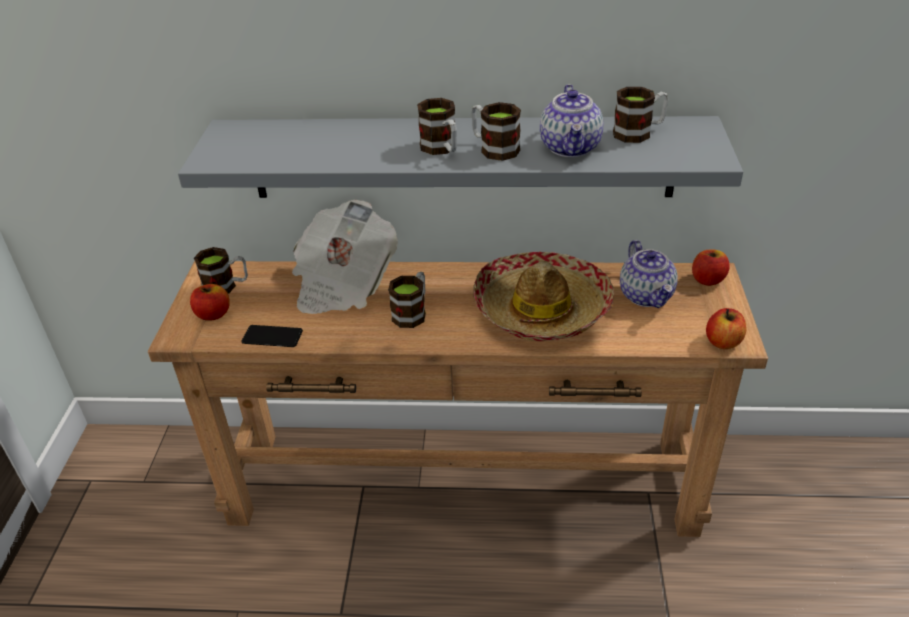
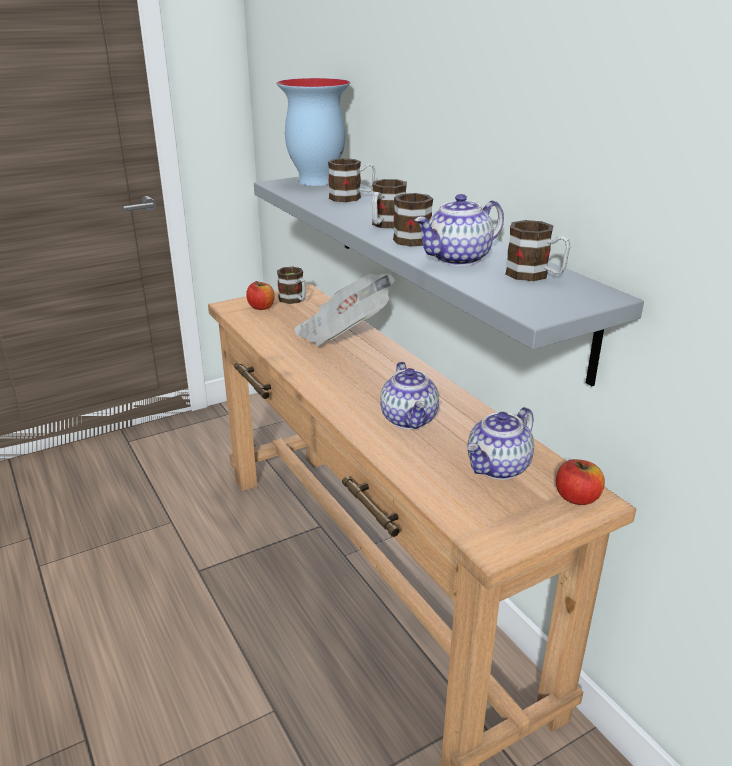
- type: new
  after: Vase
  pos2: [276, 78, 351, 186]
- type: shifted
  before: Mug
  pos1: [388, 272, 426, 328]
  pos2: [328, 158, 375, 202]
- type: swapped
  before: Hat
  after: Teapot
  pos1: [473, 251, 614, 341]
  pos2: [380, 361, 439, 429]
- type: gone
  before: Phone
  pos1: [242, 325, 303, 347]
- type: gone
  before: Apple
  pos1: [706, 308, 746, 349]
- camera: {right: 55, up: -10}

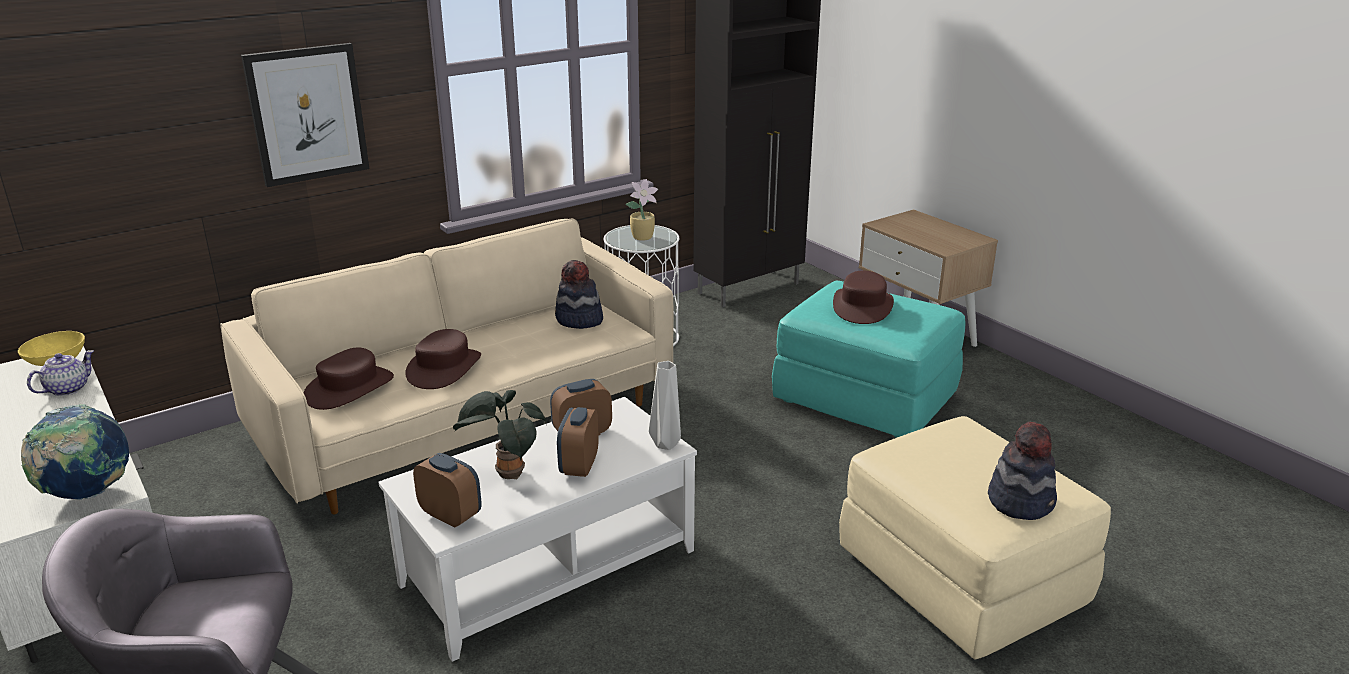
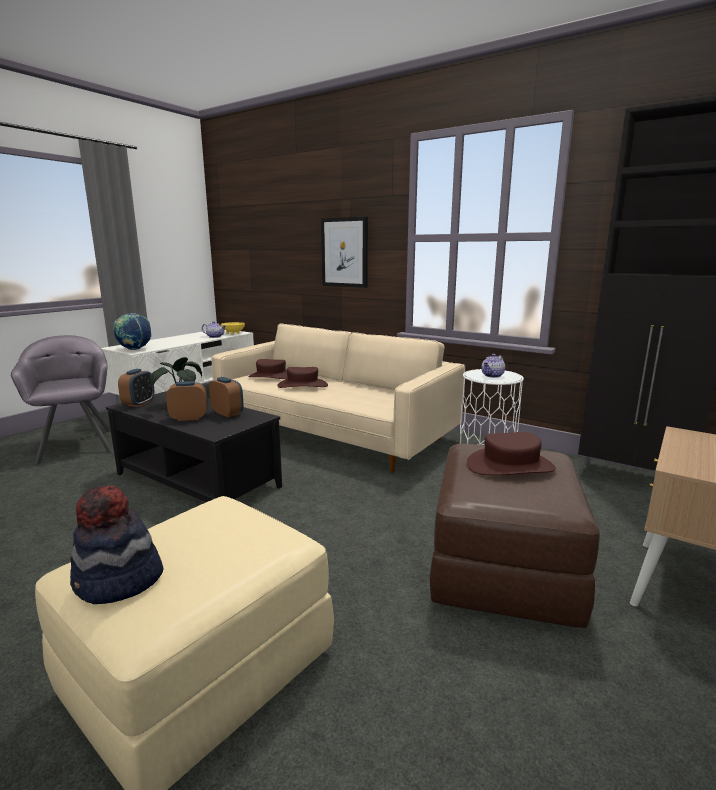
- type: repainted
  before: WhiteCoffeeTable
  after: BlackCoffeeTable
  pos1: [378, 397, 697, 662]
  pos2: [106, 391, 282, 502]
- type: repainted
  before: TurquoiseOttoman
  after: BrownOttoman
  pos1: [772, 280, 965, 438]
  pos2: [430, 444, 600, 628]
- type: swapped
  before: PottedPlant
  after: Teapot
  pos1: [626, 179, 658, 241]
  pos2: [481, 354, 505, 378]
- type: gone
  before: Hat
  pos1: [555, 260, 603, 329]
- type: gone
  before: GreyVase
  pos1: [649, 361, 681, 450]
- camera: {right: 70, up: -10}

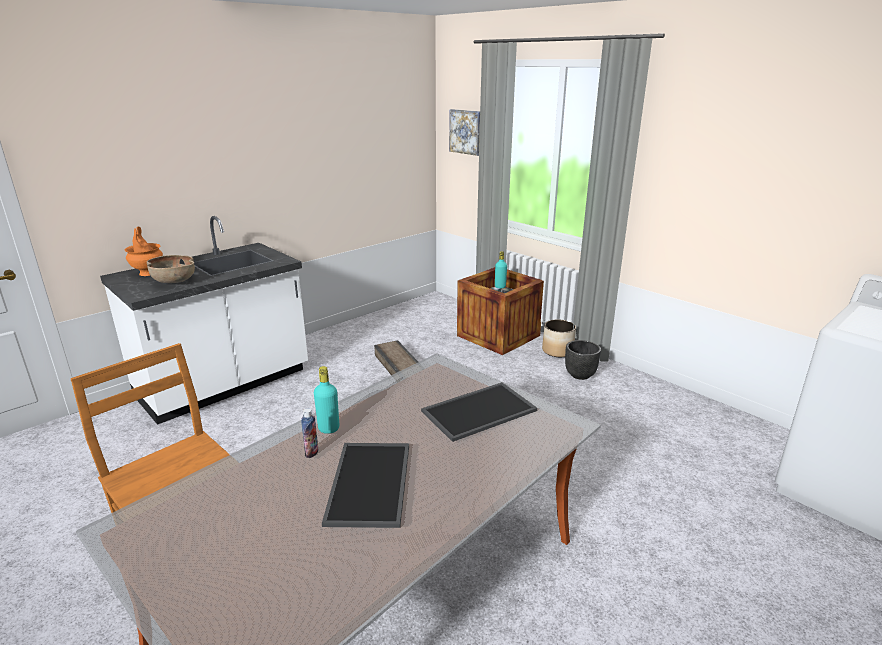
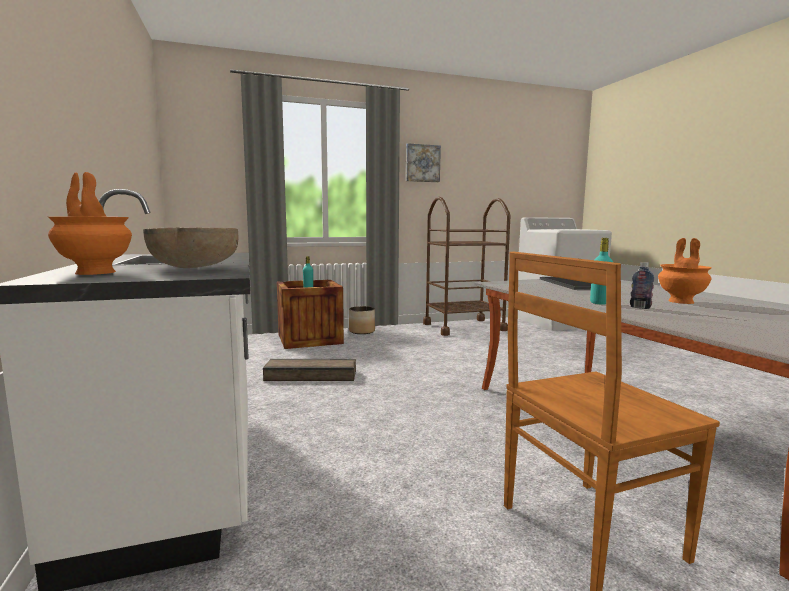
- type: shifted
  before: Picture
  pos1: [449, 109, 480, 156]
  pos2: [406, 143, 441, 182]
- type: new
  after: BrownCart
  pos2: [423, 197, 511, 336]
- type: swapped
  before: Tray
  after: OrangeVase
  pos1: [322, 443, 409, 528]
  pos2: [658, 238, 712, 304]
- type: gone
  before: BlackPlanter
  pos1: [565, 340, 601, 380]
- camera: {right: -65, up: -15}

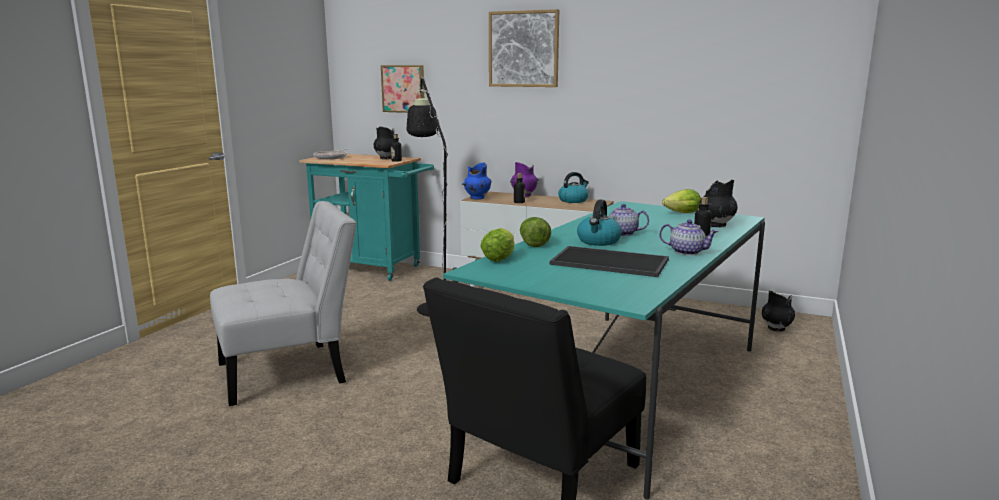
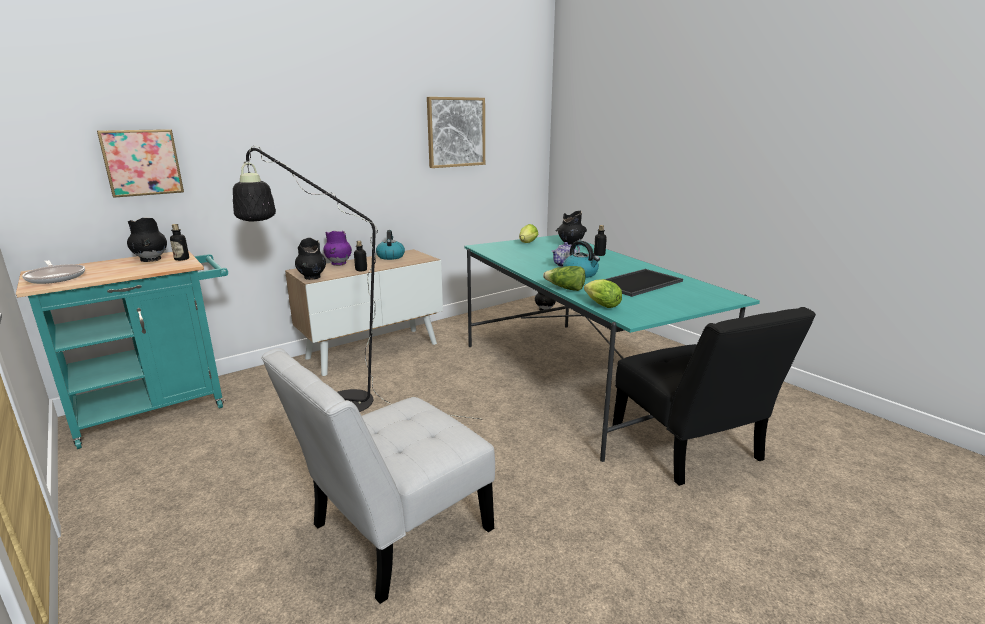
- type: rotated
  before: WhiteChair
  pos1: [210, 201, 357, 406]
  pos2: [261, 348, 495, 604]
  turn: -135
- type: repainted
  before: BlueVase
  after: BlackVase
  pos1: [462, 162, 492, 200]
  pos2: [295, 238, 326, 280]
- type: shifted
  before: Picture
  pos1: [489, 9, 559, 87]
  pos2: [427, 97, 485, 168]
- type: gone
  before: Teapot
  pos1: [659, 219, 719, 255]
- camera: {right: -60, up: 5}

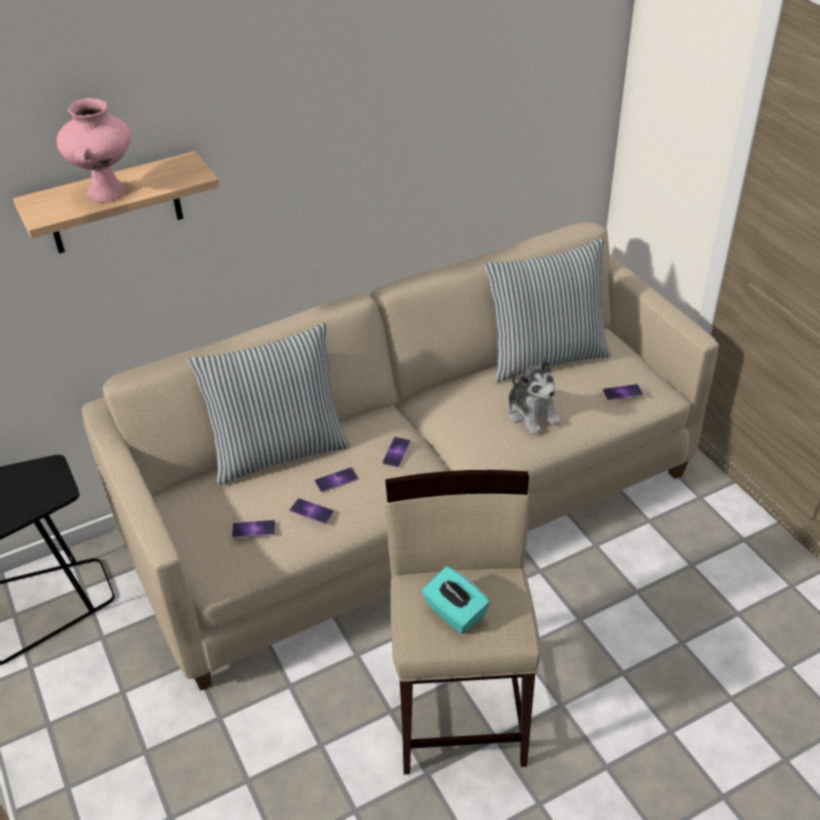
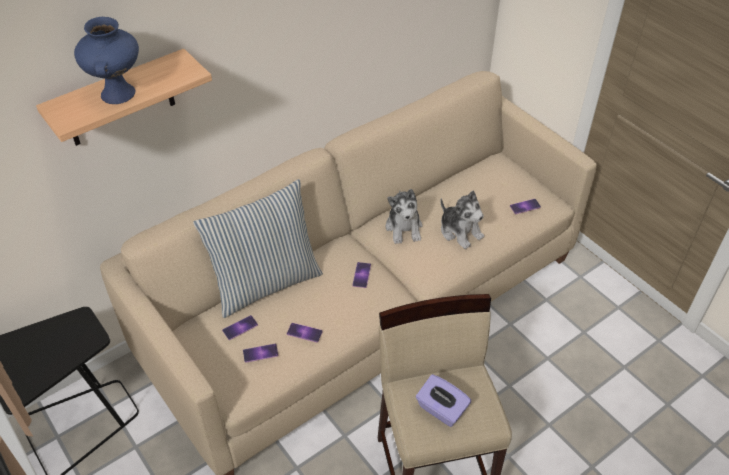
- type: repainted
  before: PinkVase
  after: BlueVase
  pos1: [57, 98, 131, 203]
  pos2: [74, 17, 139, 104]
- type: shifted
  before: Phone
  pos1: [315, 467, 358, 492]
  pos2: [222, 315, 258, 340]
- type: new
  after: PlushToy
  pos2: [386, 189, 423, 244]
- type: repainted
  before: TurquoiseTissueBox
  after: PurpleTissueBox
  pos1: [422, 566, 490, 634]
  pos2: [416, 374, 471, 427]
- type: gone
  before: Pillow
  pos1: [485, 238, 611, 382]
- camera: {right: -10, up: 5}

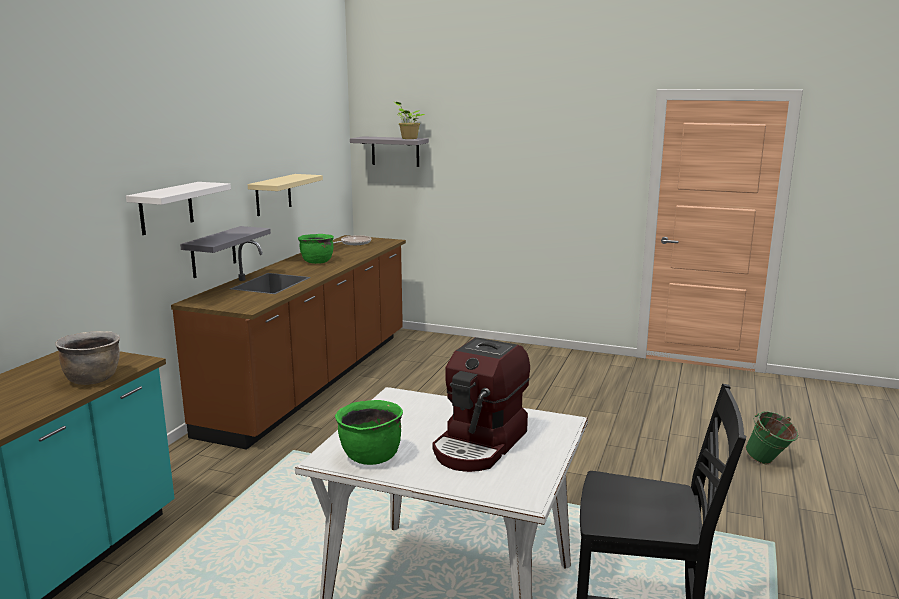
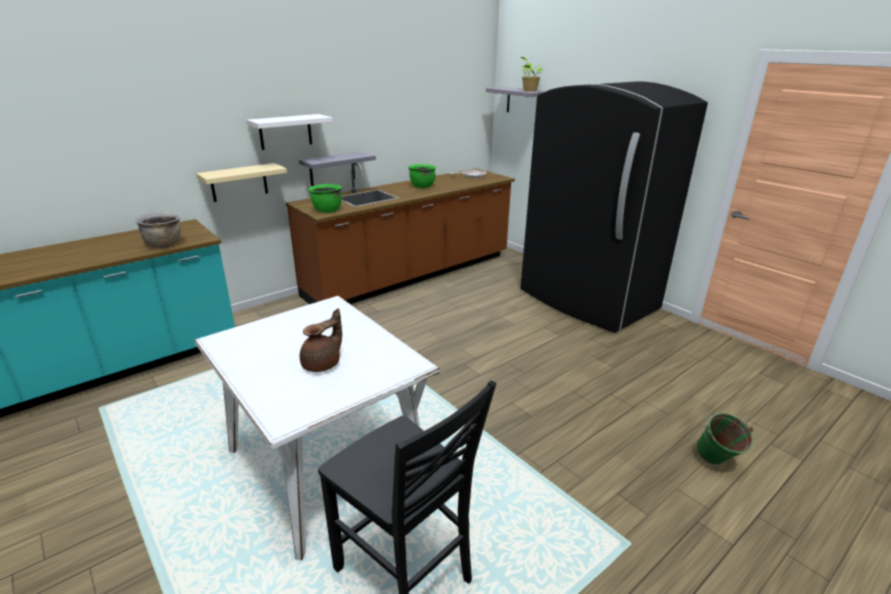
- type: shifted
  before: BeigeShelf
  pos1: [248, 174, 323, 216]
  pos2: [196, 163, 287, 202]
- type: swapped
  before: CoffeeMachine
  after: BrownTeapot
  pos1: [432, 337, 530, 472]
  pos2: [300, 308, 342, 372]
- type: shifted
  before: GreenCookingPot
  pos1: [335, 400, 403, 465]
  pos2: [309, 184, 342, 213]
- type: new
  after: BlackFridge
  pos2: [521, 82, 708, 333]
- camera: {right: 30, up: 10}

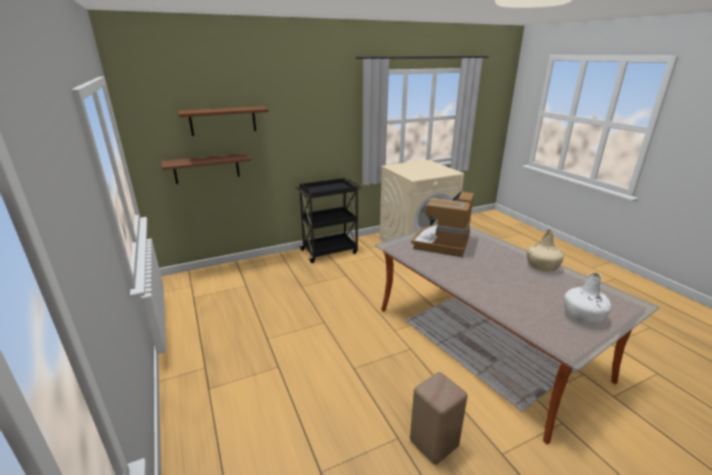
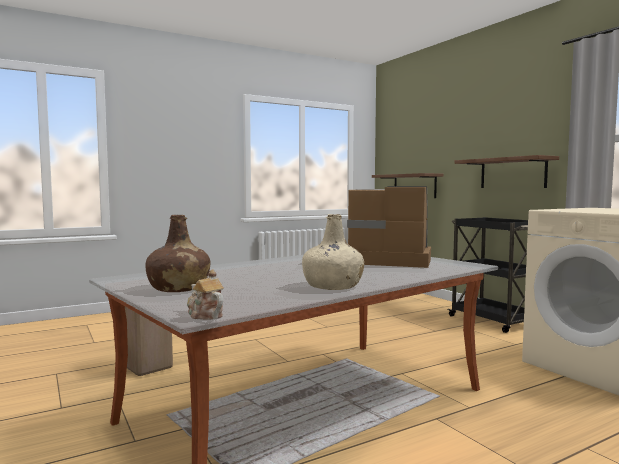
- type: repainted
  before: WhiteBottle
  after: BrownBottle
  pos1: [564, 272, 611, 325]
  pos2: [145, 215, 211, 292]
- type: new
  after: Teapot
  pos2: [187, 269, 224, 320]
- type: shifted
  before: BrownShelf
  pos1: [177, 106, 269, 136]
  pos2: [454, 155, 559, 188]
- camera: {right: 85, up: -20}

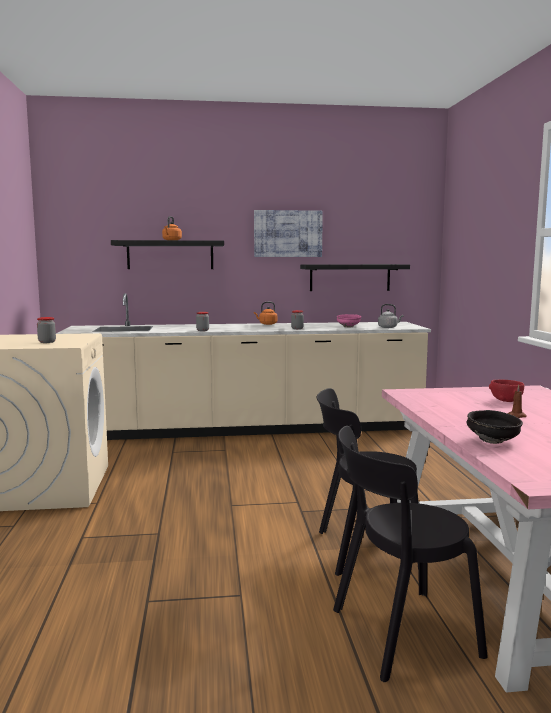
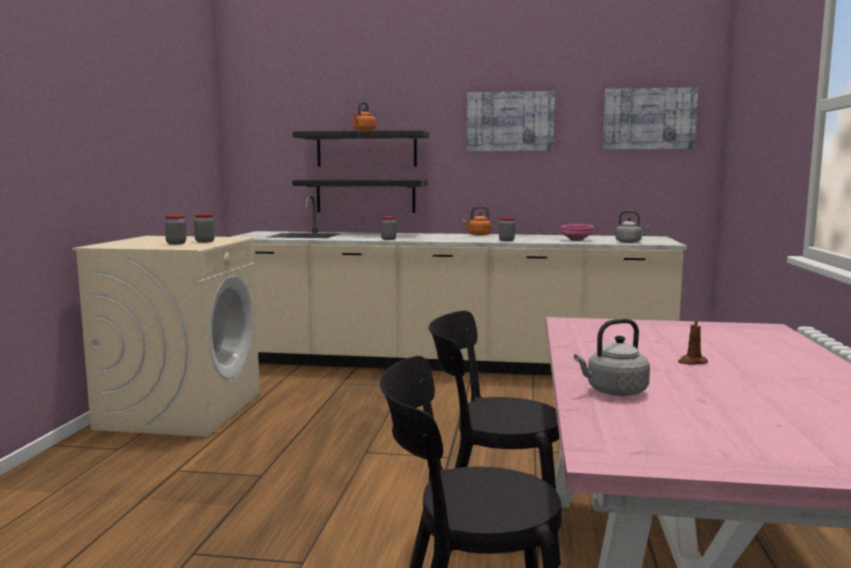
- type: new
  after: Jar
  pos2: [194, 214, 215, 243]
- type: shifted
  before: BlackShelf
  pos1: [300, 264, 410, 291]
  pos2: [293, 180, 427, 213]
- type: swapped
  before: BlackBowl
  after: GreyKettle
  pos1: [466, 410, 523, 444]
  pos2: [574, 319, 650, 396]
- type: new
  after: Picture
  pos2: [603, 87, 698, 149]
- type: gone
  before: RedBowl
  pos1: [489, 380, 524, 402]
- camera: {right: 15, up: 0}

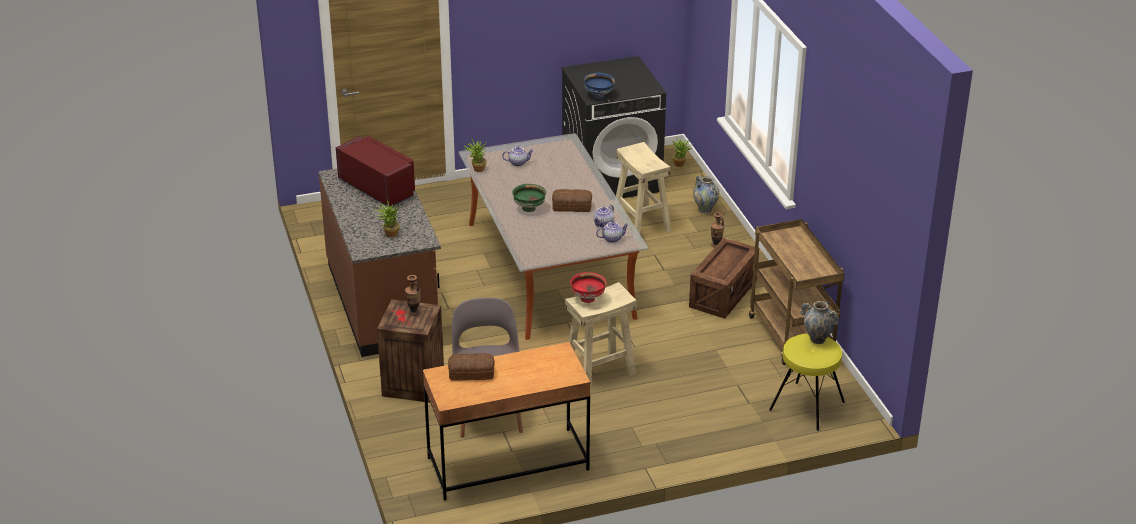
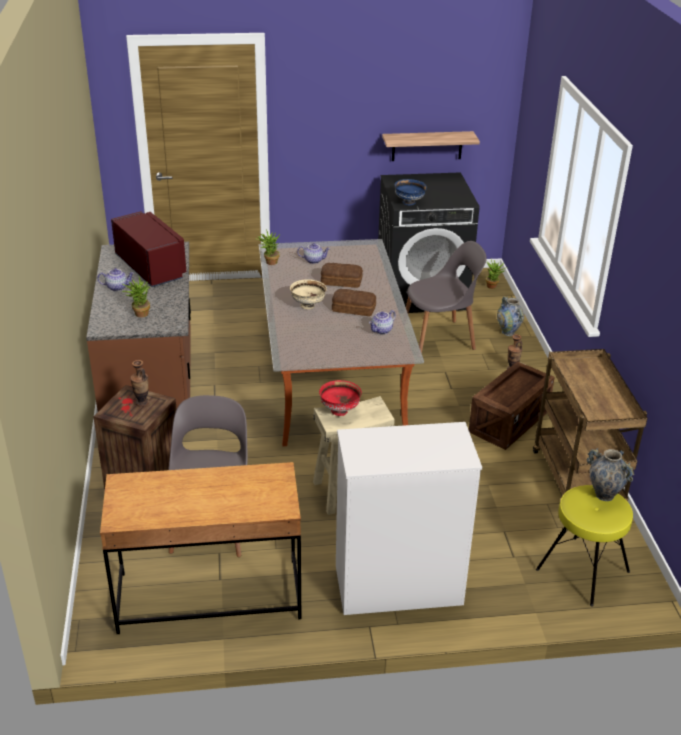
- type: shifted
  before: Teapot
  pos1: [596, 222, 629, 243]
  pos2: [97, 268, 134, 291]
- type: repainted
  before: GreenBowl
  after: BeigeBowl
  pos1: [512, 184, 546, 212]
  pos2: [290, 279, 327, 309]
- type: shifted
  before: Bread
  pos1: [448, 353, 495, 381]
  pos2: [321, 263, 363, 288]
- type: new
  after: WhiteDresser
  pos2: [336, 422, 482, 615]
- type: new
  after: Shelf
  pos2: [382, 131, 480, 161]
- type: swapped
  before: BeigeStool
  after: GreyChair
  pos1: [616, 142, 671, 233]
  pos2: [406, 241, 487, 353]
- camera: {right: 10, up: 0}

